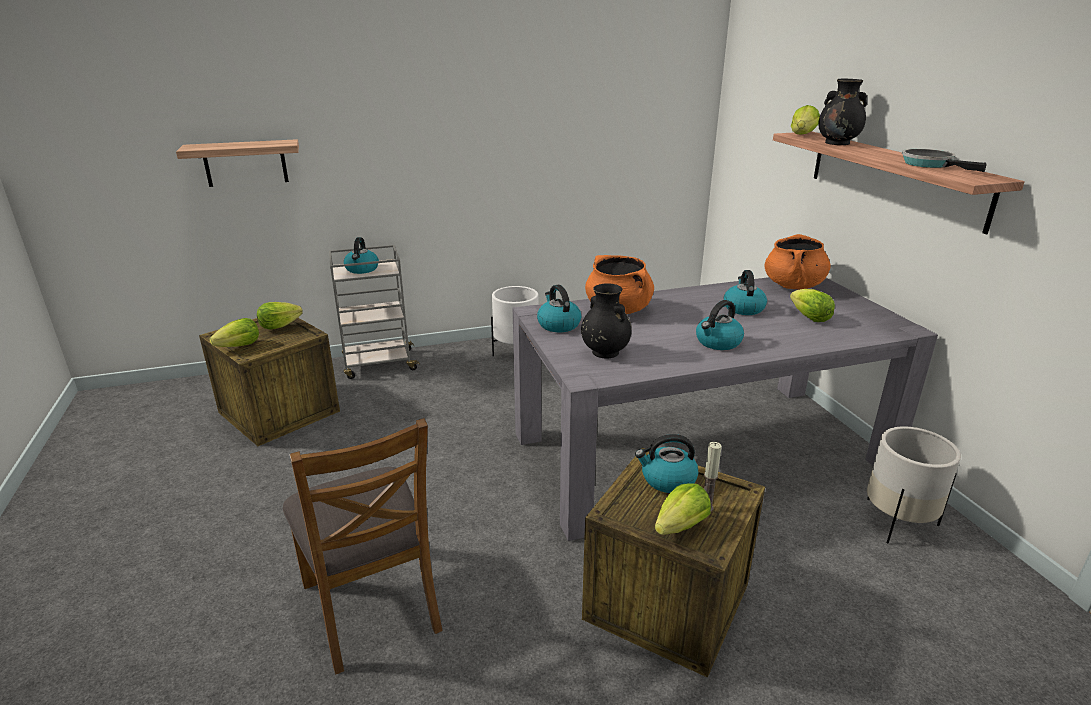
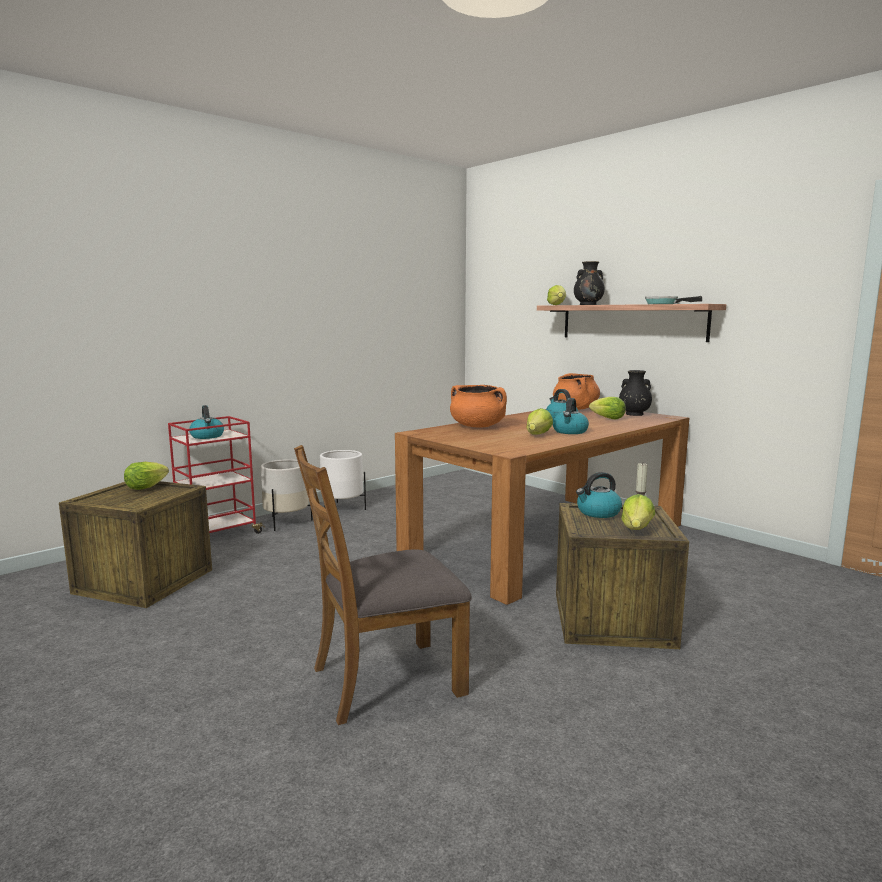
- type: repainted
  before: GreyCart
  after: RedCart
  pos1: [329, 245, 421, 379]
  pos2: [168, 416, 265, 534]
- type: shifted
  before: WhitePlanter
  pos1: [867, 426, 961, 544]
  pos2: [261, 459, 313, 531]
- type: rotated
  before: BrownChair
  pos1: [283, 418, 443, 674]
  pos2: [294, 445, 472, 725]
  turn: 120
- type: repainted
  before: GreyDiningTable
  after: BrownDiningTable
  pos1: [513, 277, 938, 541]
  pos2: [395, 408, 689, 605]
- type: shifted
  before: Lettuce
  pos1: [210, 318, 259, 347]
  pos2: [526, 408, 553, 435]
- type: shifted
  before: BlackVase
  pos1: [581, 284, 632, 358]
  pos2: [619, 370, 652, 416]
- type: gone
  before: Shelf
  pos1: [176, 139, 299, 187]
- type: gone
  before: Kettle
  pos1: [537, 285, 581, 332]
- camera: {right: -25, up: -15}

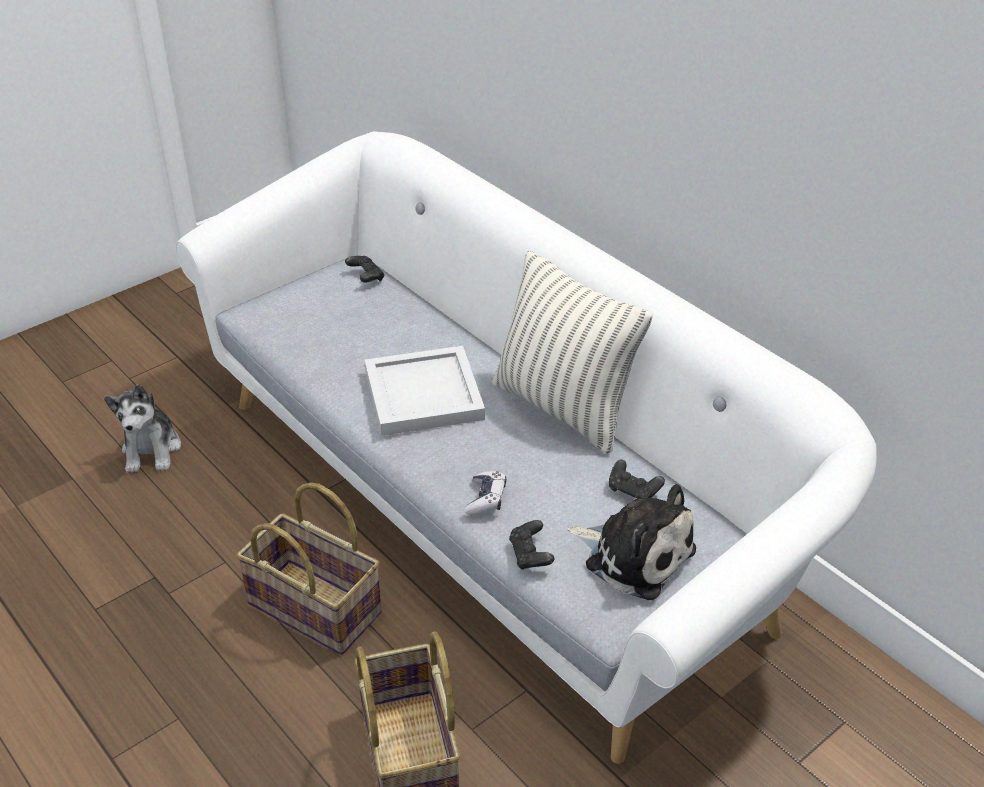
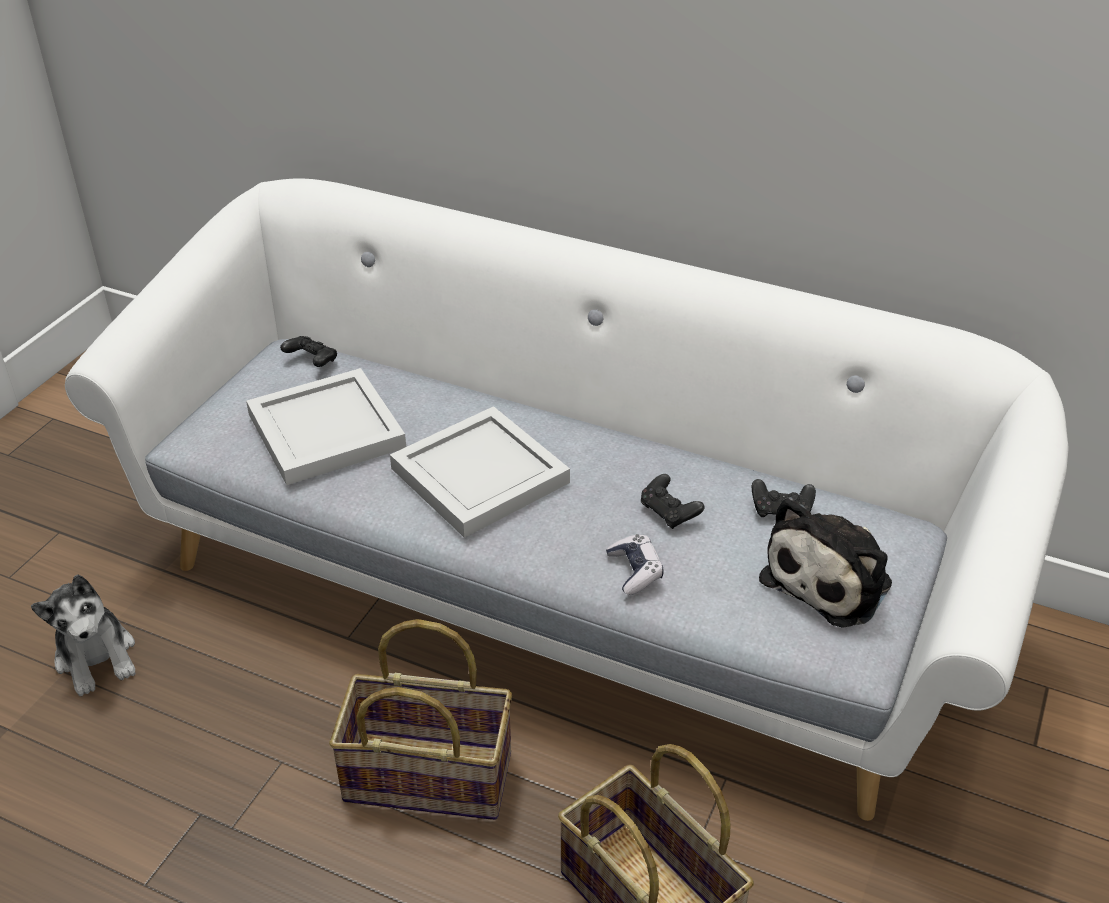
- type: new
  after: WhiteTray
  pos2: [246, 368, 406, 485]
- type: shifted
  before: BlackGameController
  pos1: [509, 520, 554, 570]
  pos2: [641, 474, 705, 529]
- type: rotated
  before: PlushToy
  pos1: [567, 484, 696, 600]
  pos2: [759, 497, 892, 628]
  turn: 120
- type: gone
  before: Pillow
  pos1: [492, 251, 653, 454]
- camera: {right: -25, up: 0}

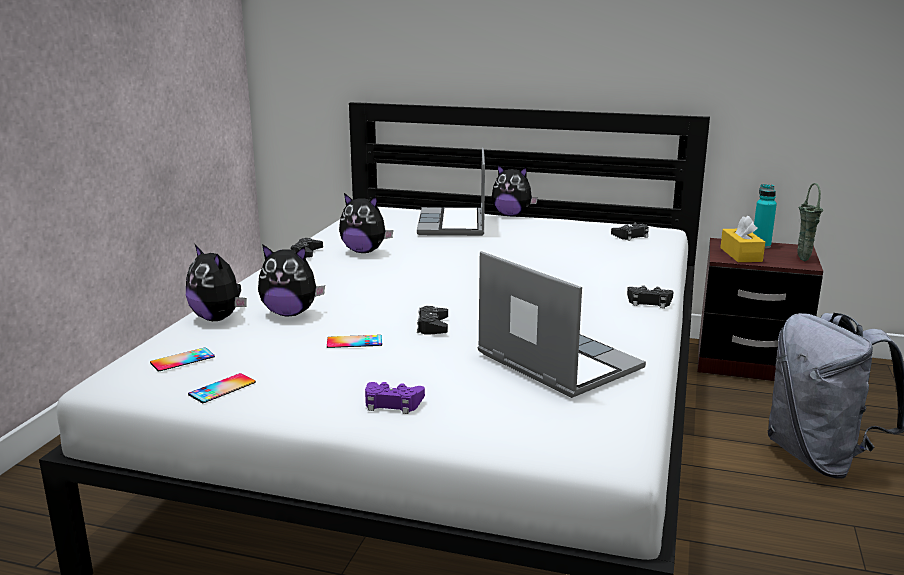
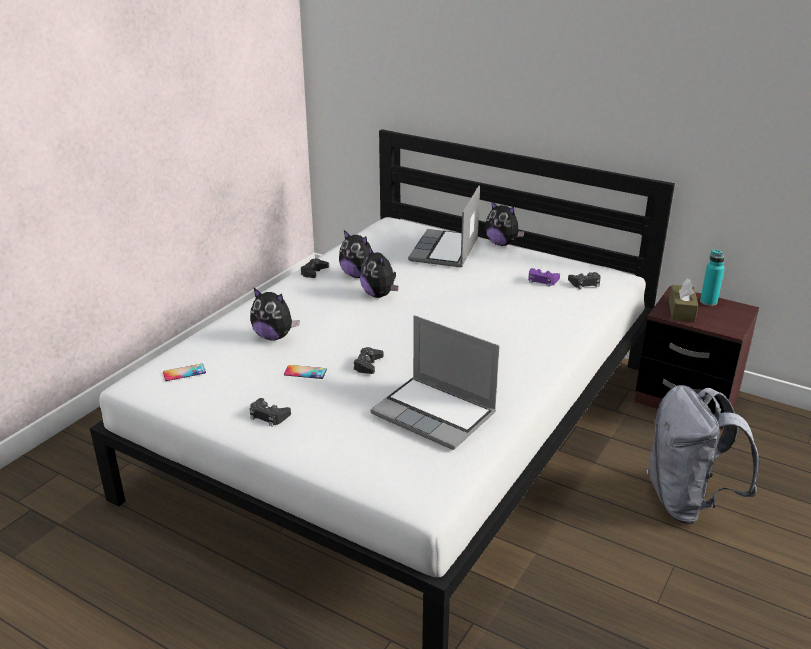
- type: shifted
  before: BlackGameController
  pos1: [627, 285, 674, 308]
  pos2: [250, 398, 291, 427]
- type: shifted
  before: PlushToy
  pos1: [186, 245, 246, 321]
  pos2: [360, 245, 398, 298]
- type: rotated
  before: Laptop
  pos1: [478, 251, 646, 398]
  pos2: [370, 315, 500, 450]
  turn: 150
- type: shifted
  before: PurpleGameController
  pos1: [365, 382, 425, 414]
  pos2: [528, 268, 560, 287]
- type: repainted
  before: YellowTissueBox
  after: BrownTissueBox
  pos1: [720, 215, 765, 262]
  pos2: [669, 278, 698, 322]
- type: gone
  before: Phone
  pos1: [188, 373, 256, 403]
- type: gone
  before: GreenVase
  pos1: [797, 183, 823, 261]
- camera: {right: 15, up: 10}

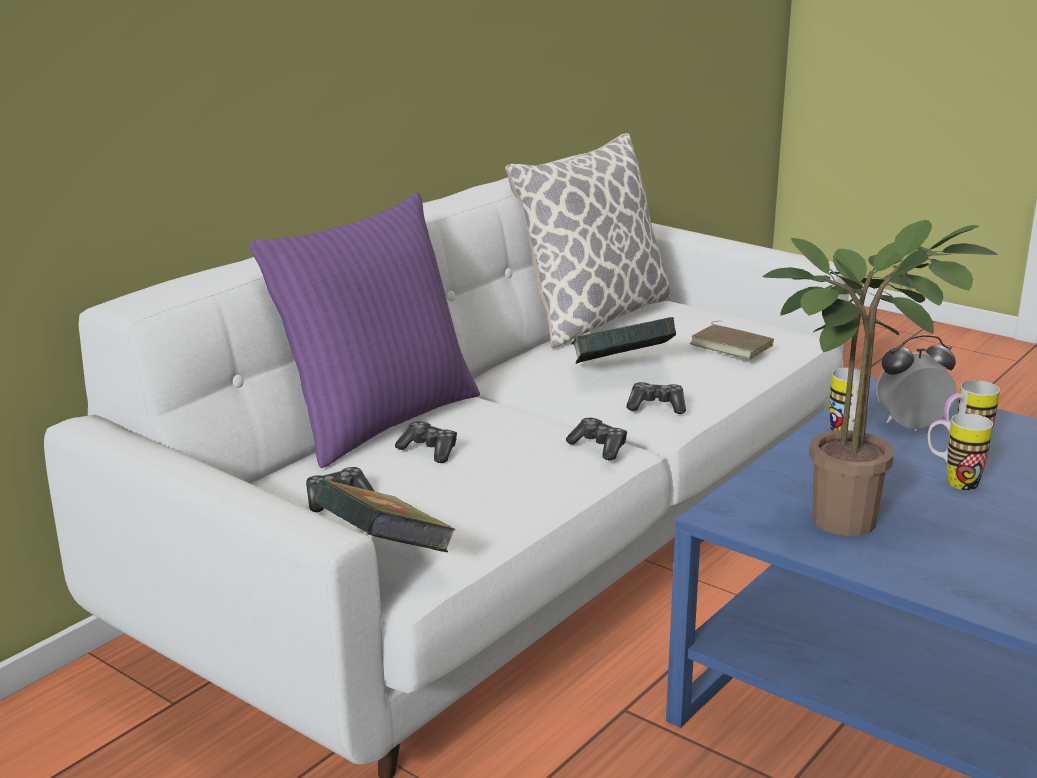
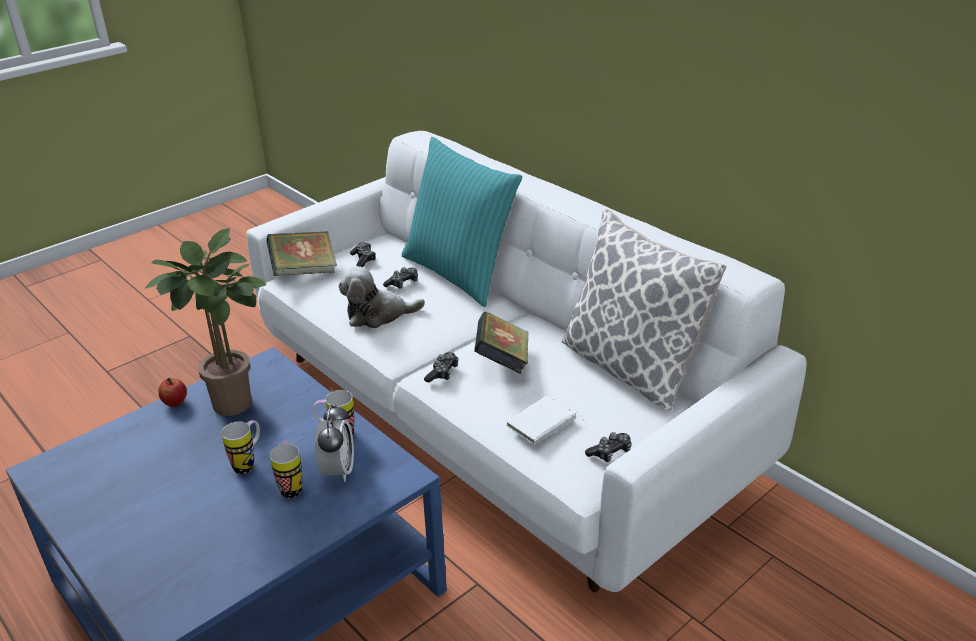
- type: new
  after: Apple
  pos2: [158, 378, 187, 407]
- type: new
  after: PlushToy
  pos2: [339, 266, 425, 328]
- type: repainted
  before: PurplePillow
  after: TurquoisePillow
  pos1: [249, 192, 480, 468]
  pos2: [402, 137, 522, 307]
- type: repainted
  before: BrownBook
  after: WhiteBook
  pos1: [690, 321, 774, 360]
  pos2: [506, 396, 585, 445]
- type: shifted
  before: GameController
  pos1: [566, 418, 627, 460]
  pos2: [585, 432, 632, 462]
- camera: {right: 100, up: 10}

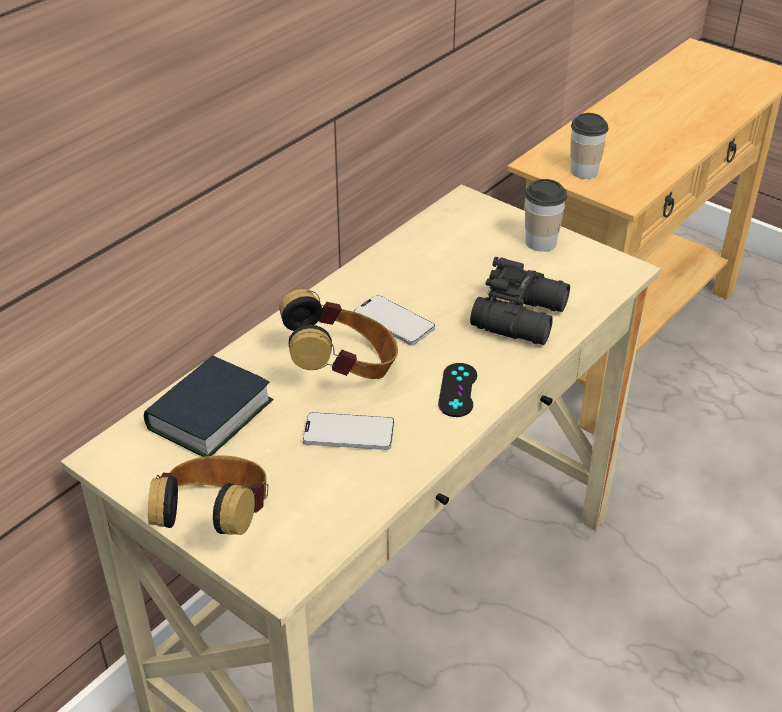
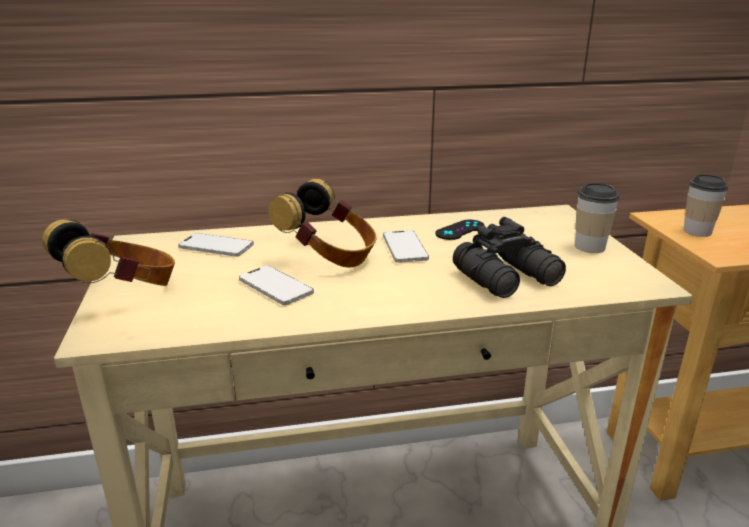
- type: swapped
  before: Book
  after: Phone
  pos1: [144, 355, 274, 457]
  pos2: [178, 233, 254, 257]
- type: shifted
  before: BlackGameController
  pos1: [438, 363, 477, 417]
  pos2: [435, 220, 484, 240]
- camera: {right: 40, up: -15}

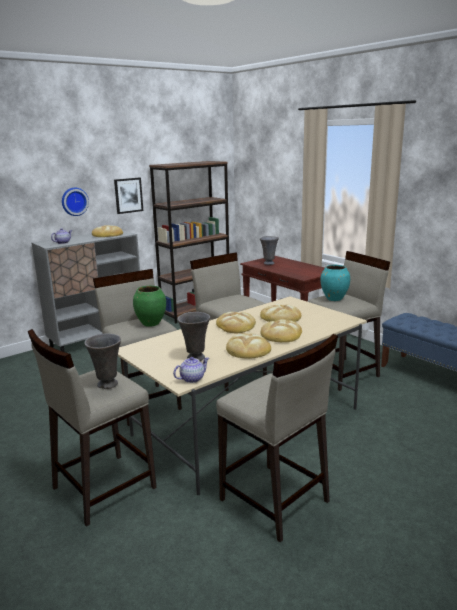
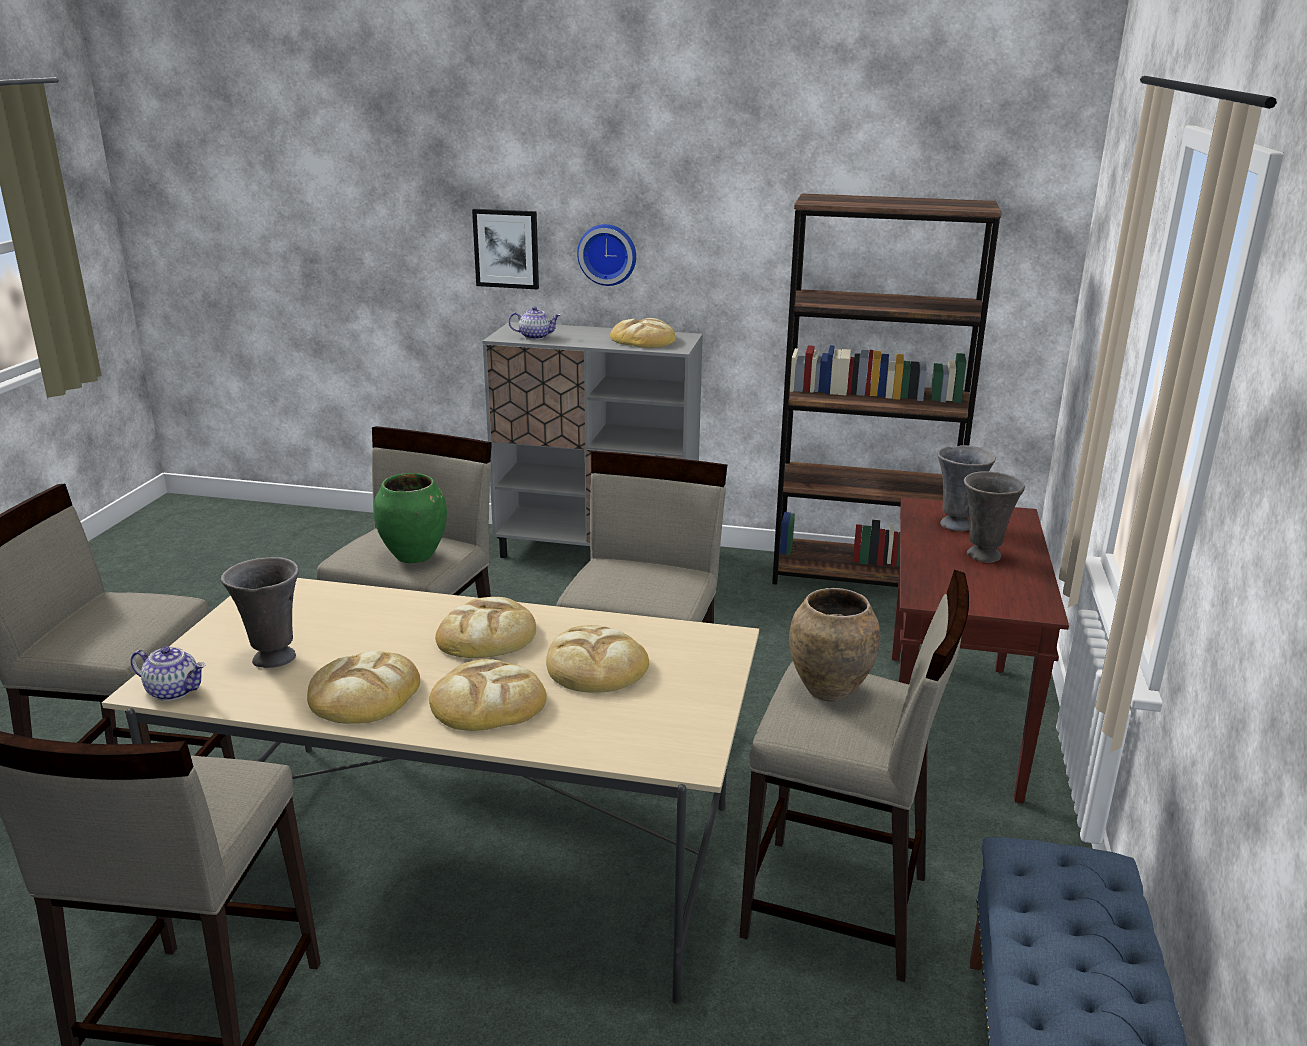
- type: shifted
  before: Picture
  pos1: [114, 177, 143, 214]
  pos2: [472, 209, 539, 289]
- type: repainted
  before: TurquoiseVase
  after: BrownVase
  pos1: [320, 265, 350, 301]
  pos2: [789, 588, 880, 702]
- type: shifted
  before: GreyVase
  pos1: [84, 334, 121, 389]
  pos2: [964, 471, 1025, 563]
- camera: {right: 50, up: 5}

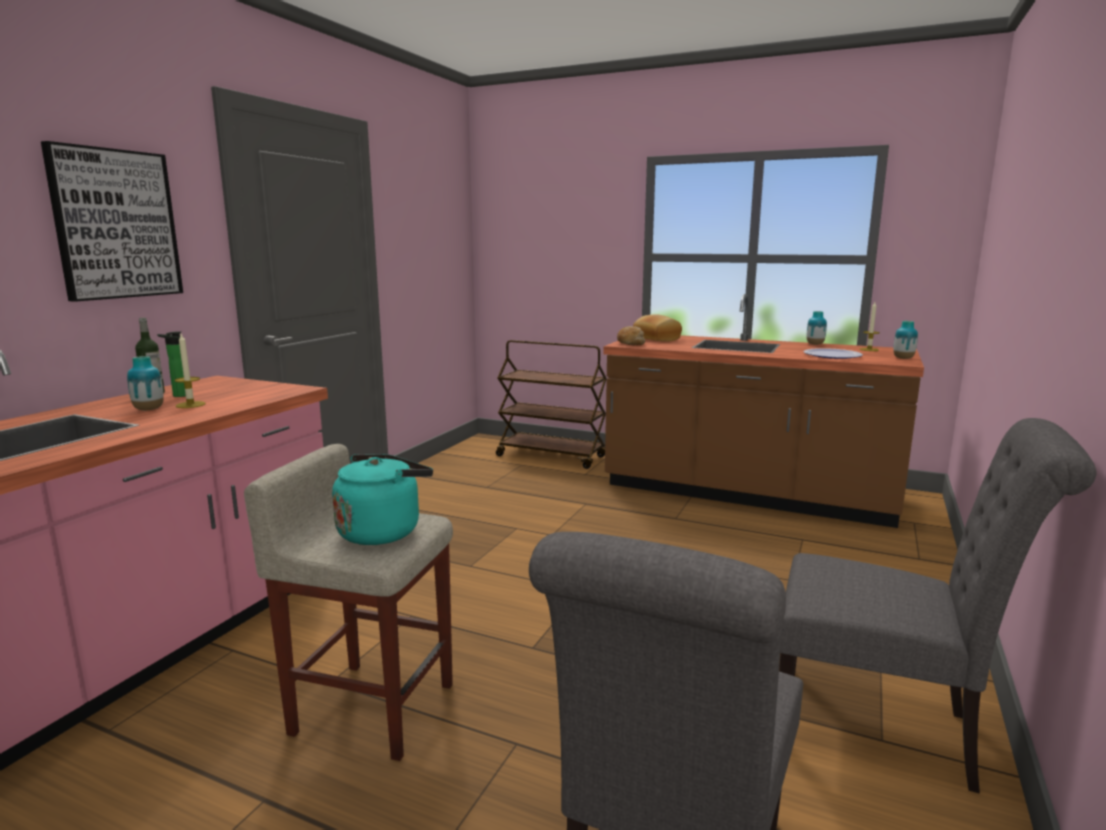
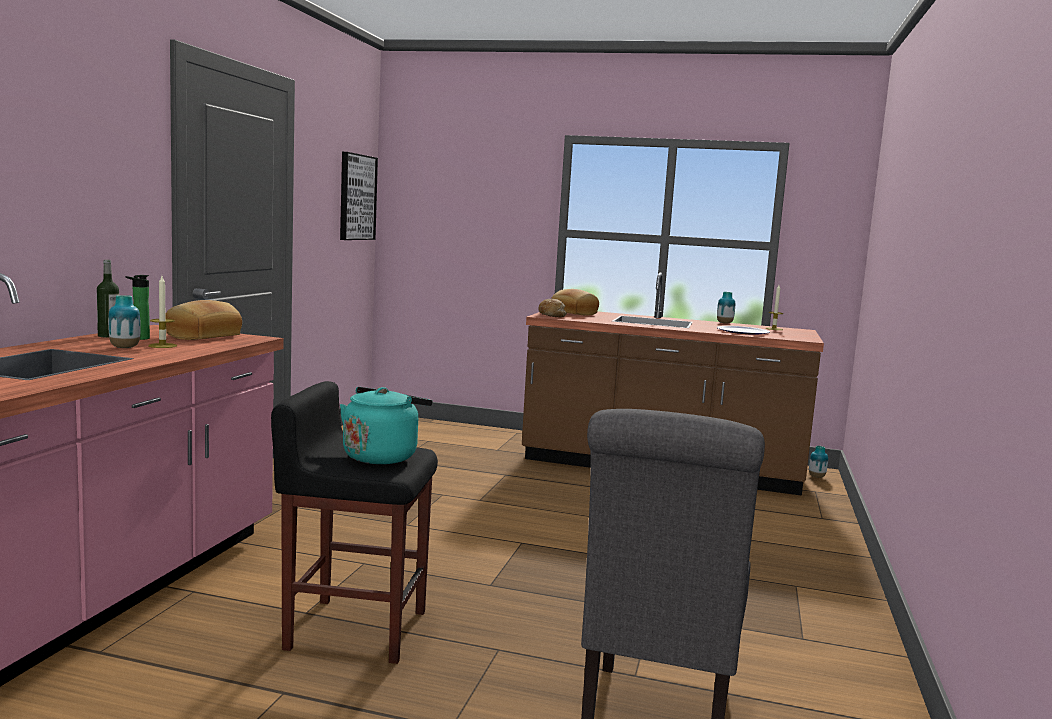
- type: new
  after: Bread
  pos2: [165, 300, 242, 340]
- type: repainted
  before: BeigeStool
  after: BlackStool
  pos1: [244, 444, 453, 761]
  pos2: [271, 381, 438, 664]
- type: shifted
  before: Picture
  pos1: [41, 141, 183, 302]
  pos2: [340, 152, 378, 240]
- type: shifted
  before: Vase
  pos1: [893, 321, 918, 359]
  pos2: [809, 446, 828, 478]
- type: gone
  before: BrownCart
  pos1: [496, 340, 607, 469]
- type: gone
  before: GreyChair
  pos1: [779, 418, 1097, 794]
- camera: {right: -10, up: -5}

